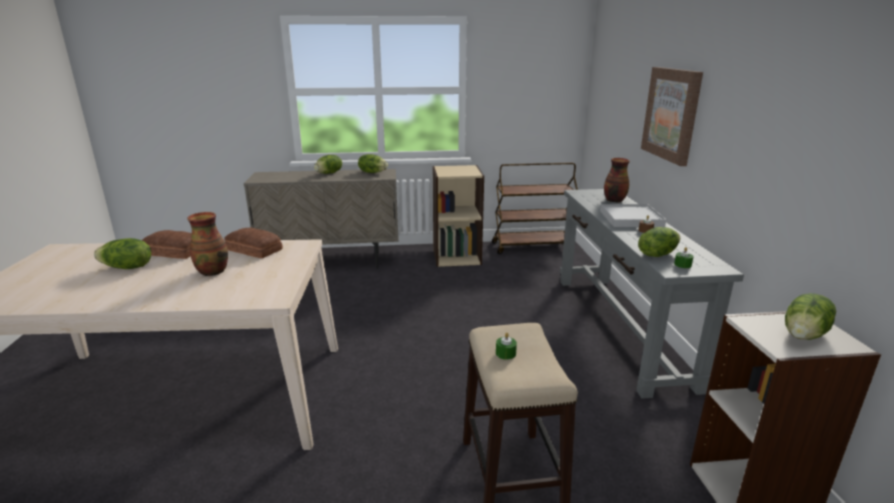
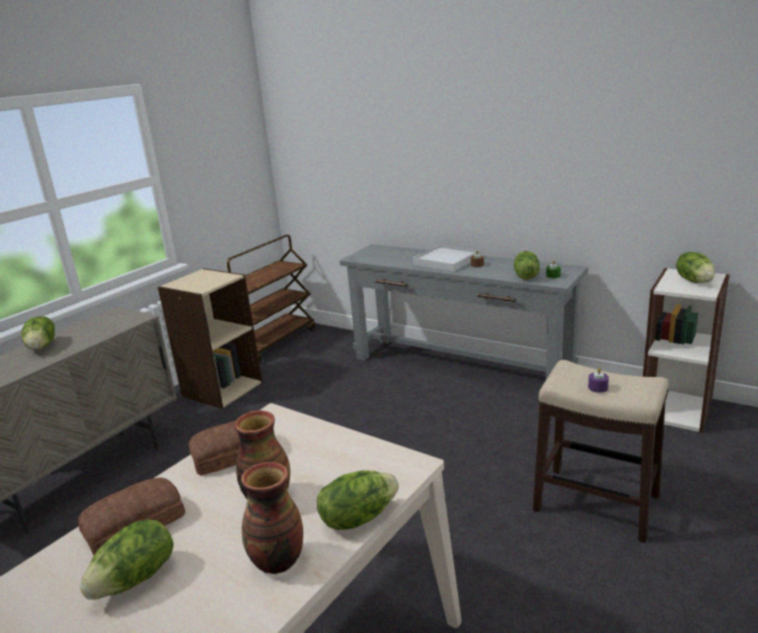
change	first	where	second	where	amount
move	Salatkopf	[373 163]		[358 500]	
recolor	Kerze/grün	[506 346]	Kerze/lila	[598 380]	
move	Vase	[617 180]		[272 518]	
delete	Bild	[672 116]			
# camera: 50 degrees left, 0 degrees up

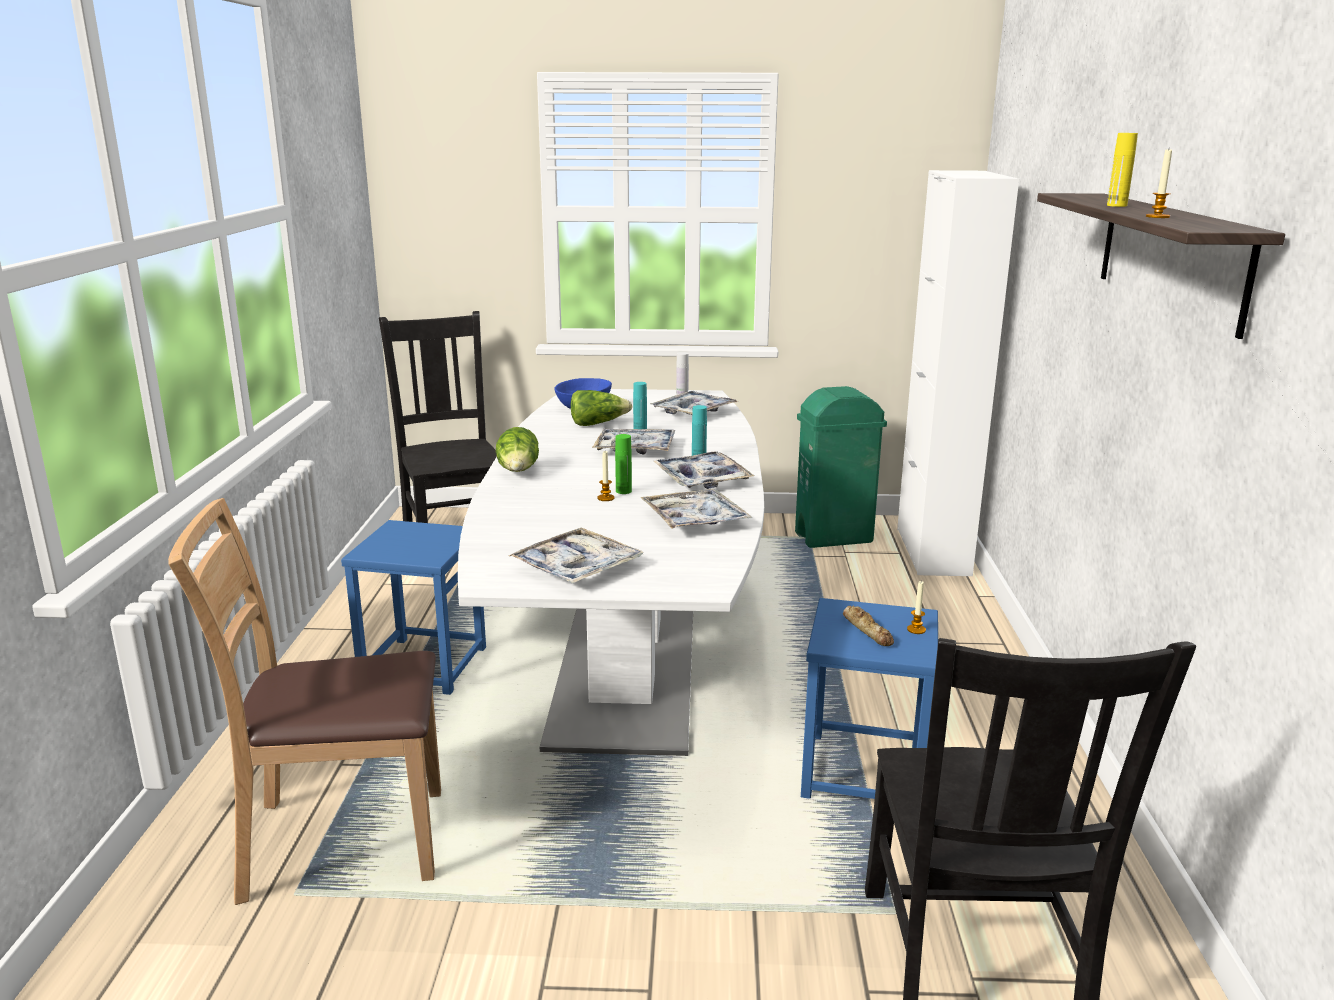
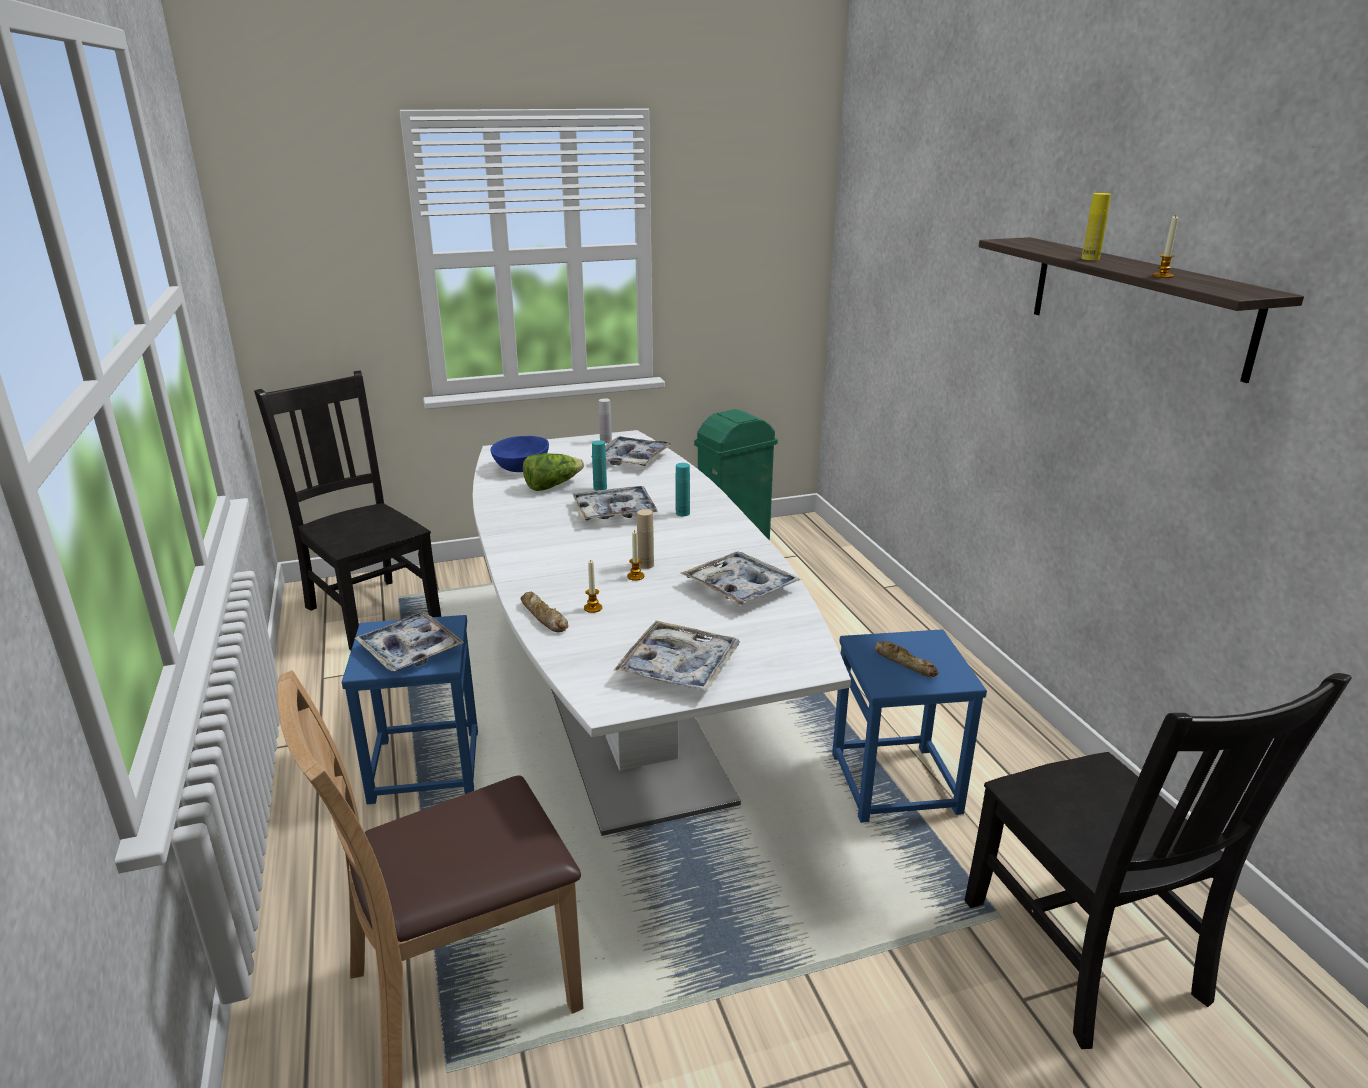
change	first	where	second	where	amount
delete	Salatkopf	[517 449]			
recolor	Flasche/grün	[623 464]	Flasche/beige	[645 539]	
move	Tablett	[703 470]		[409 641]	
delete	Schrank/weiß	[958 373]			
move	Kerze	[916 607]		[593 586]	
insert			Brot	[544 612]	
# camera: 20 degrees left, 5 degrees up

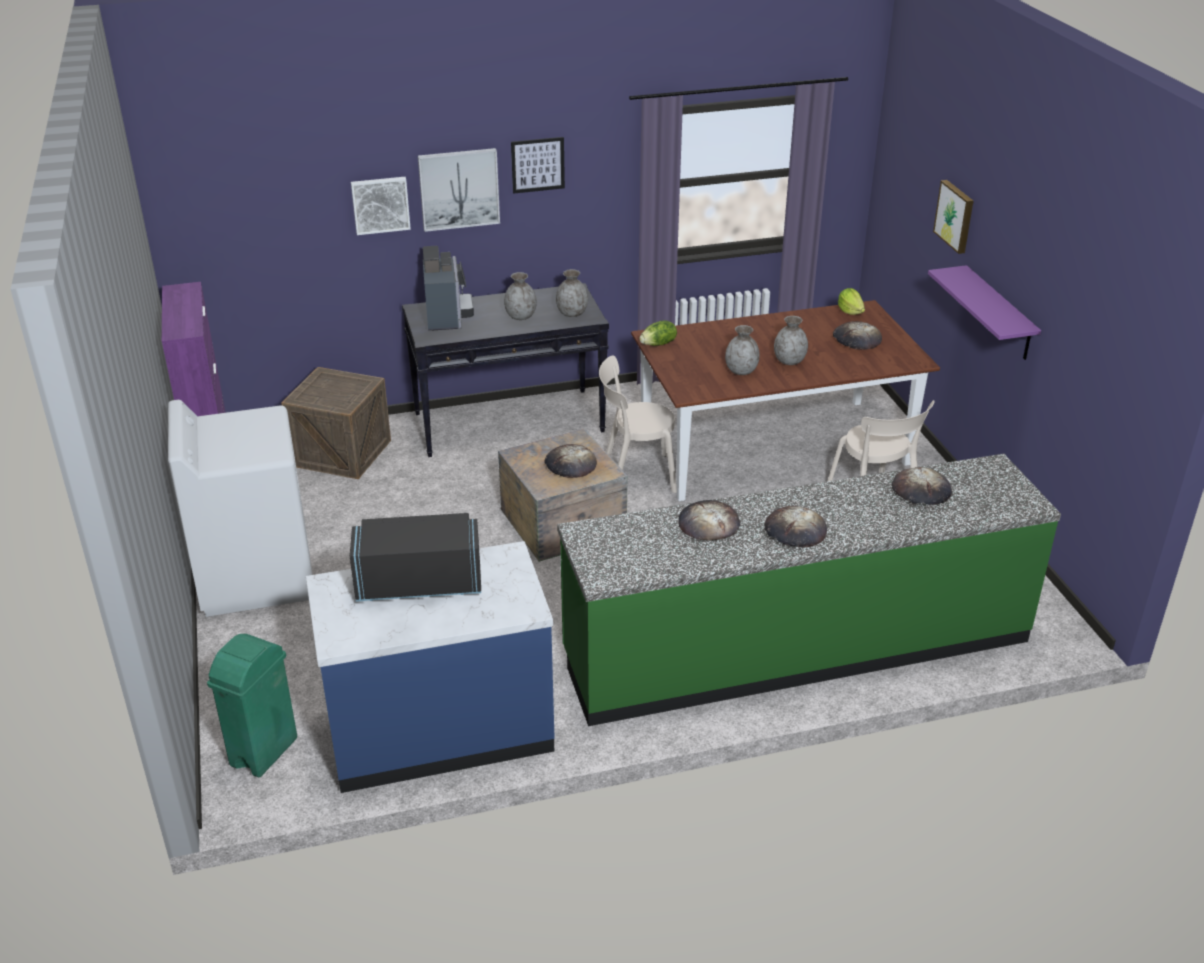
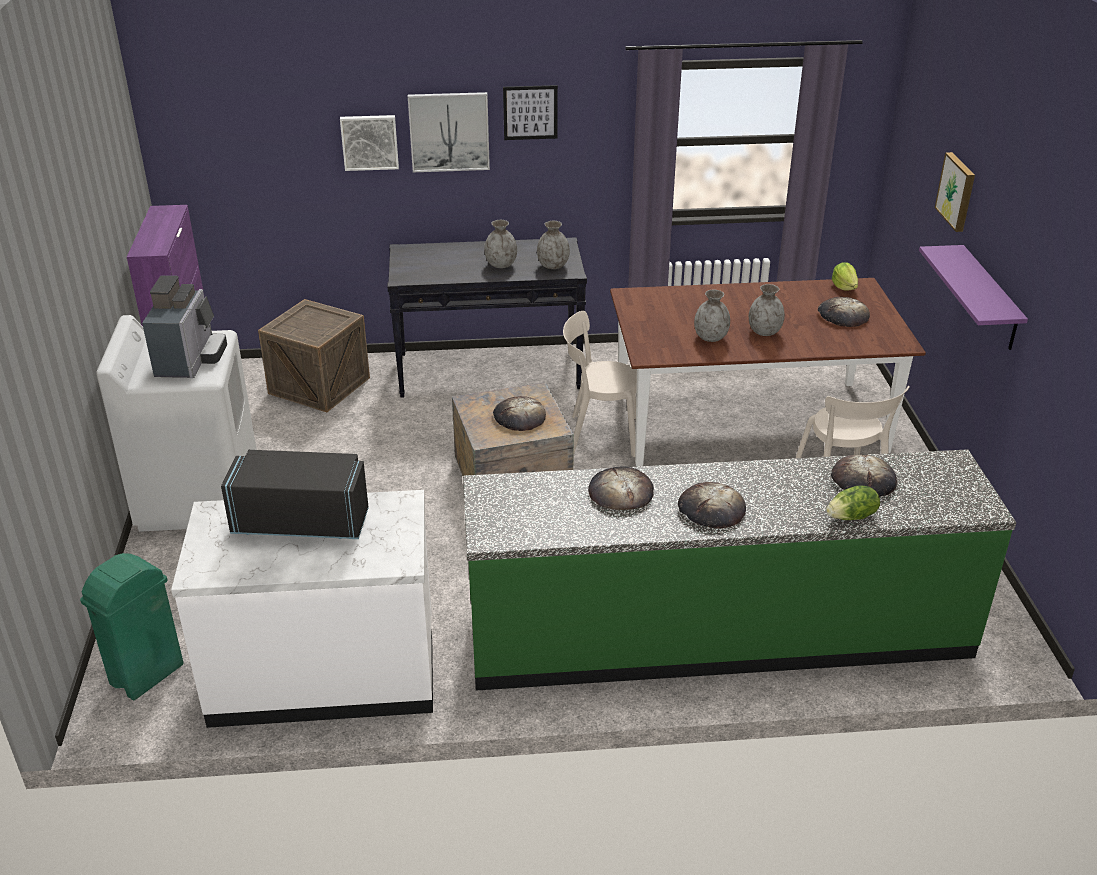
change	first	where	second	where	amount
recolor	Küchenzeile/blau	[430 667]	Küchenzeile/weiß	[302 609]	
move	Kaffeemaschine	[448 288]		[184 326]	
move	Salatkopf	[658 333]		[853 502]	
# camera: 10 degrees right, 0 degrees up

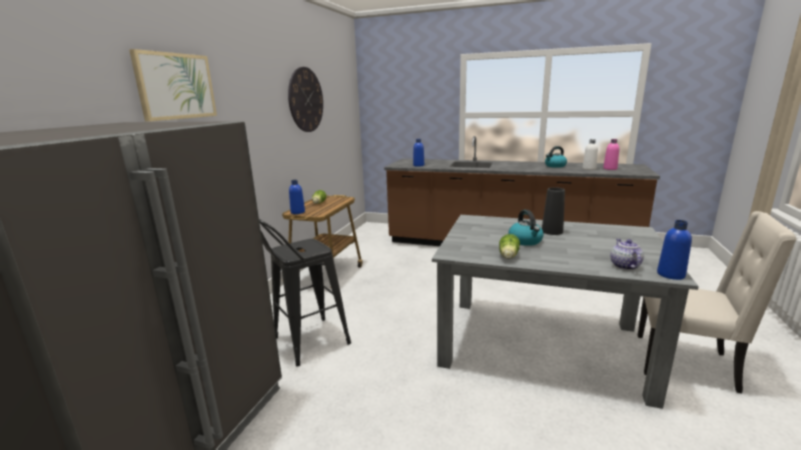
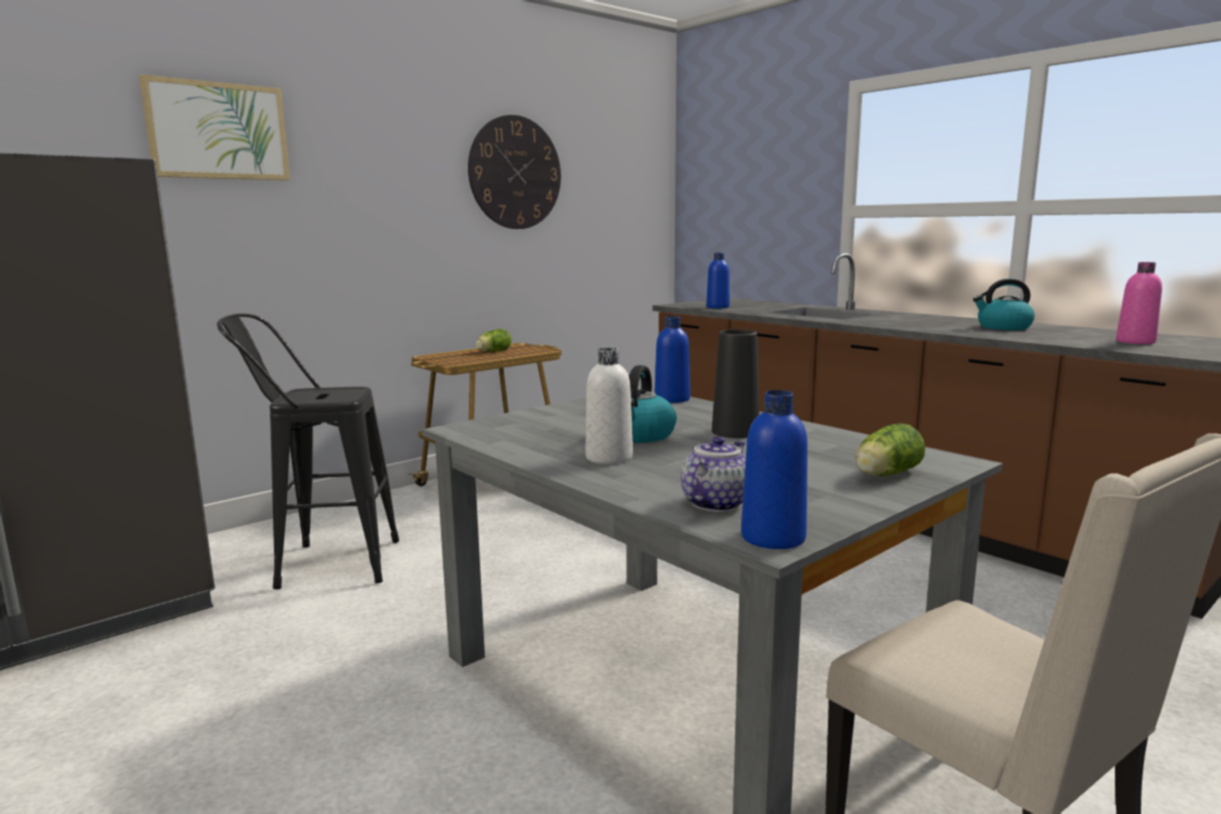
change	first	where	second	where	amount
move	Flasche/blau	[297 197]		[672 359]	
move	Salatkopf	[509 246]		[890 449]	
move	Flasche/weiß	[590 154]		[609 406]	
# camera: 30 degrees right, 5 degrees down

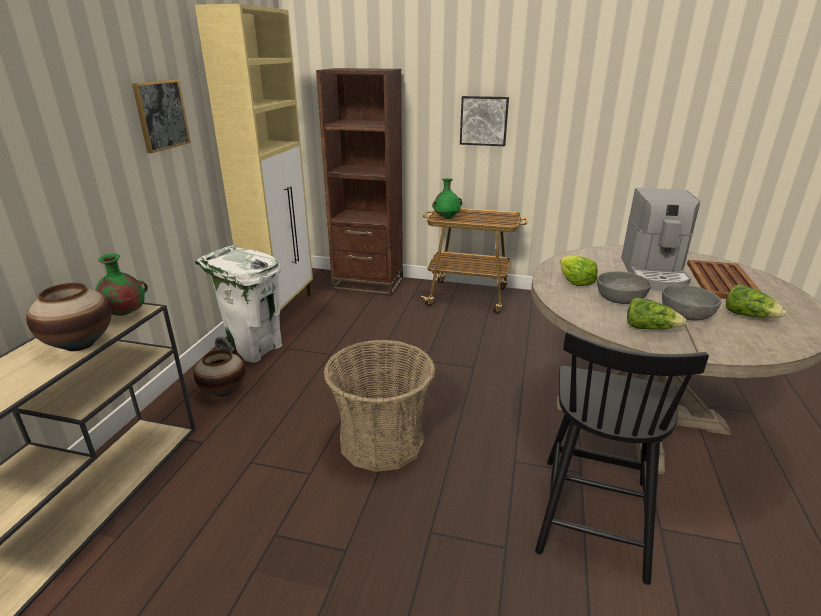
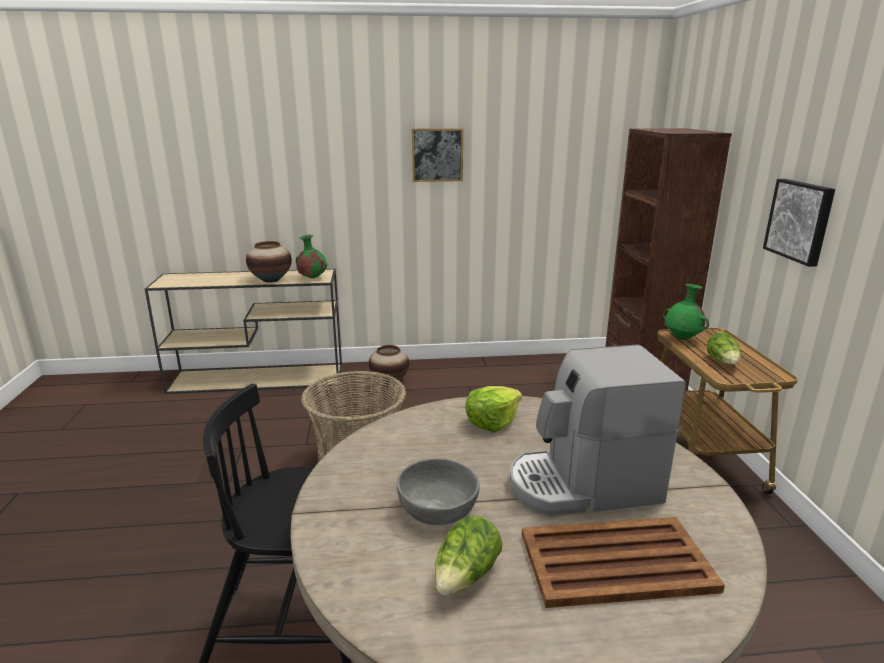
change	first	where	second	where	amount
delete	Schrank/beige	[254 157]			
delete	Mülleimer/weiß	[238 304]			
delete	Schüssel/grau	[624 288]			
move	Salatkopf	[656 313]		[724 348]	
# camera: 70 degrees right, 5 degrees down

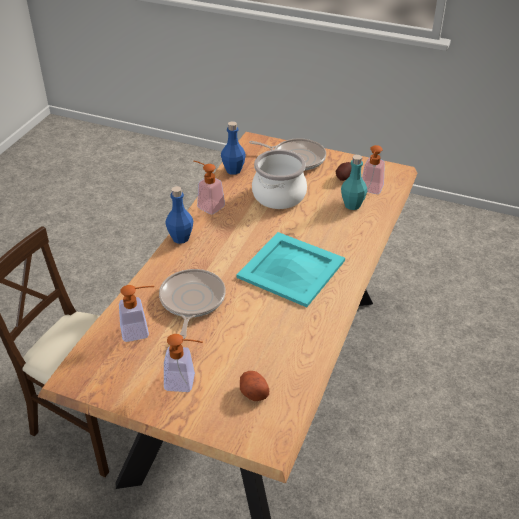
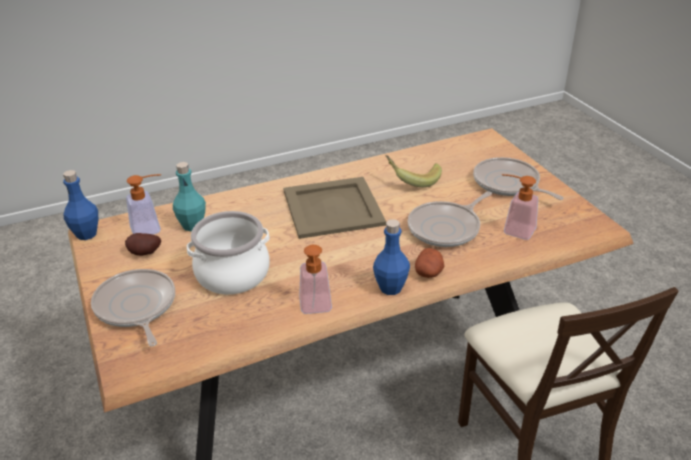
change	first	where	second	where	amount
replace	Seifenspender	[183 363]	Pfanne	[518 178]	
move	Flasche/blau	[233 148]		[81 205]	
recolor	Tablett/türkis	[291 269]	Tablett/beige	[334 208]	
move	Kartoffel	[254 386]		[429 263]	
insert			Banane	[413 171]	
# camera: 135 degrees left, 5 degrees down

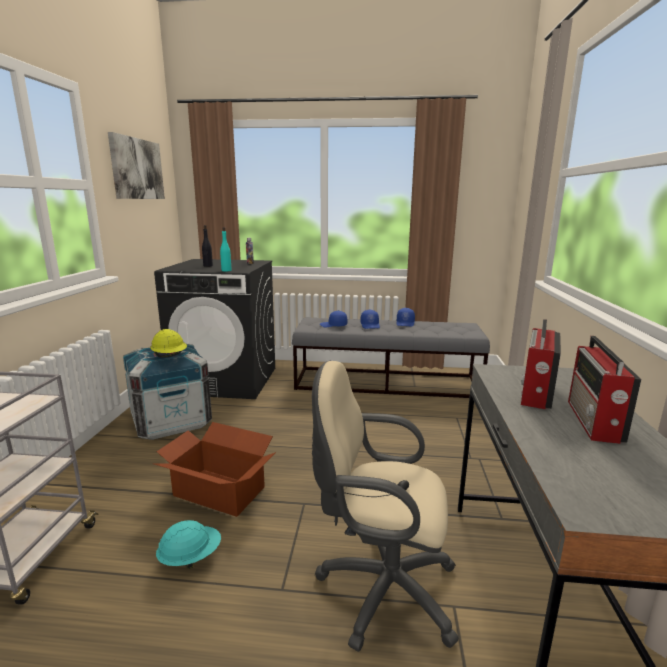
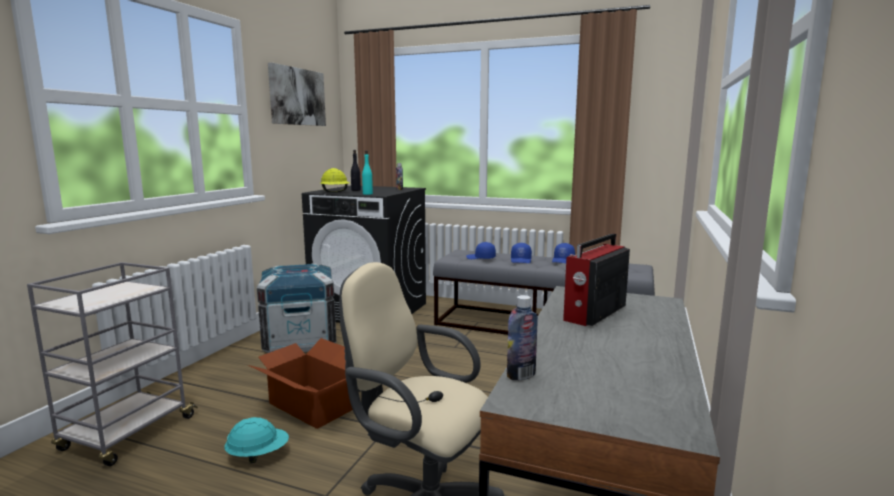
change	first	where	second	where	amount
move	Schutzhelm/gelb	[168 343]		[334 180]	
delete	Radio	[604 390]			
insert			Flasche	[522 337]	
# camera: 15 degrees right, 5 degrees down

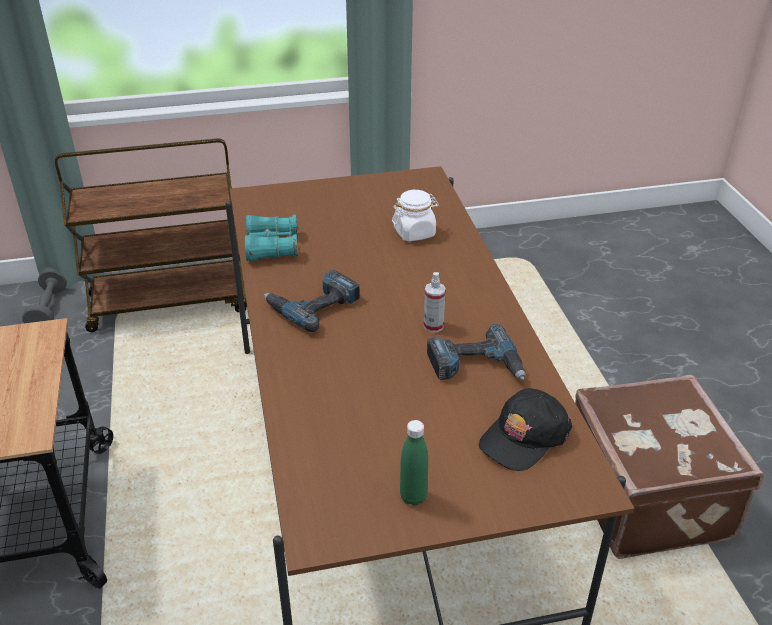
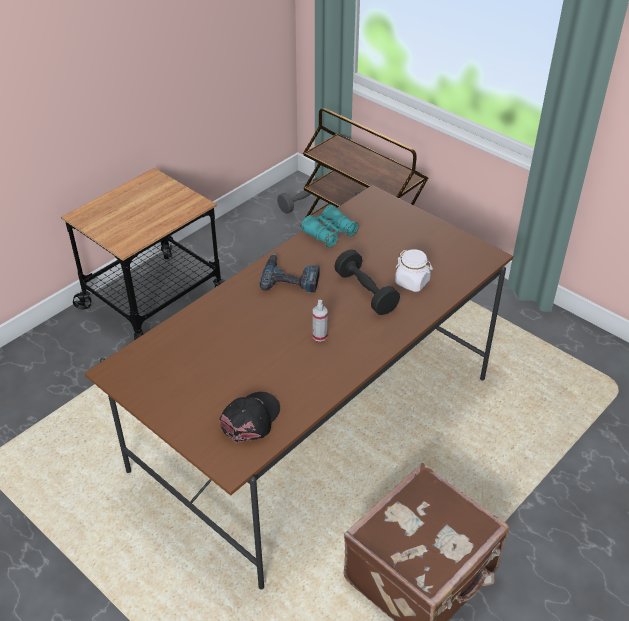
change	first	where	second	where	amount
delete	Flasche/grün	[414 463]			
delete	Bohrmaschine	[476 352]			
rotate	Kappe/schwarz	[525 429]		[249 417]	105 degrees clockwise
insert			Hantel/schwarz	[367 282]	
# camera: 55 degrees right, 5 degrees up

